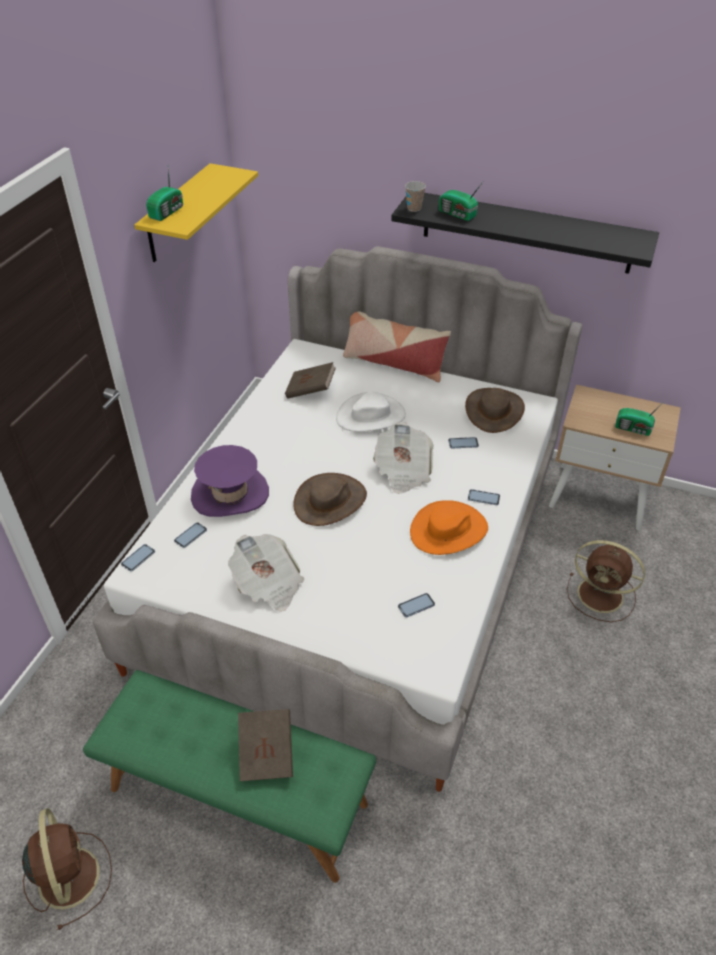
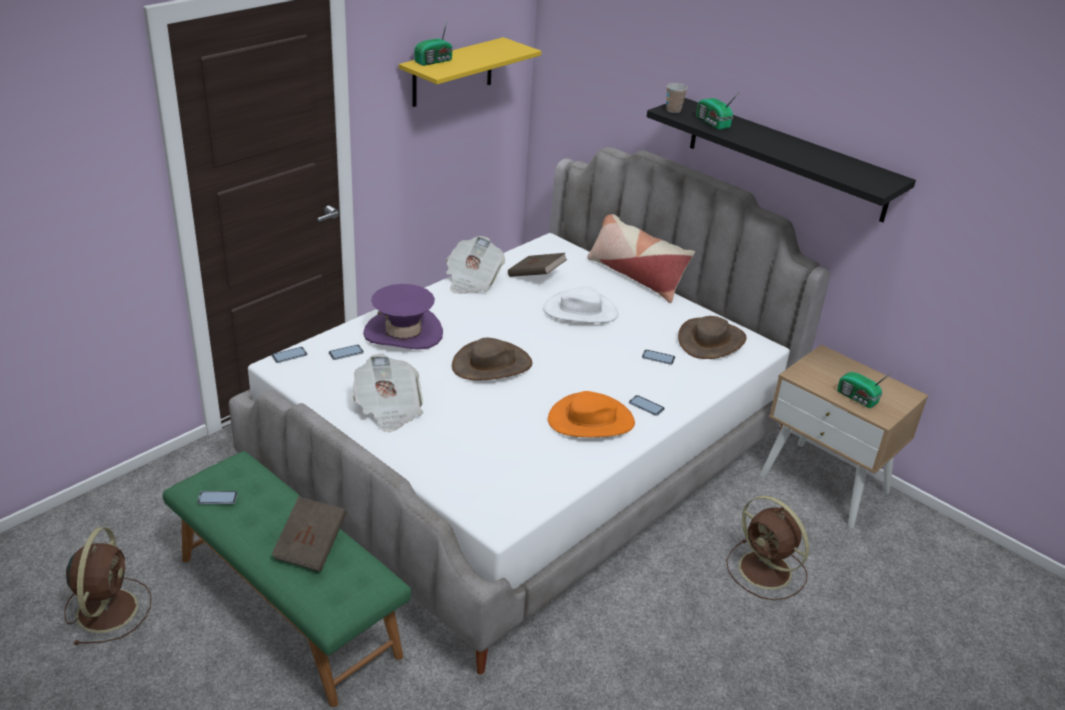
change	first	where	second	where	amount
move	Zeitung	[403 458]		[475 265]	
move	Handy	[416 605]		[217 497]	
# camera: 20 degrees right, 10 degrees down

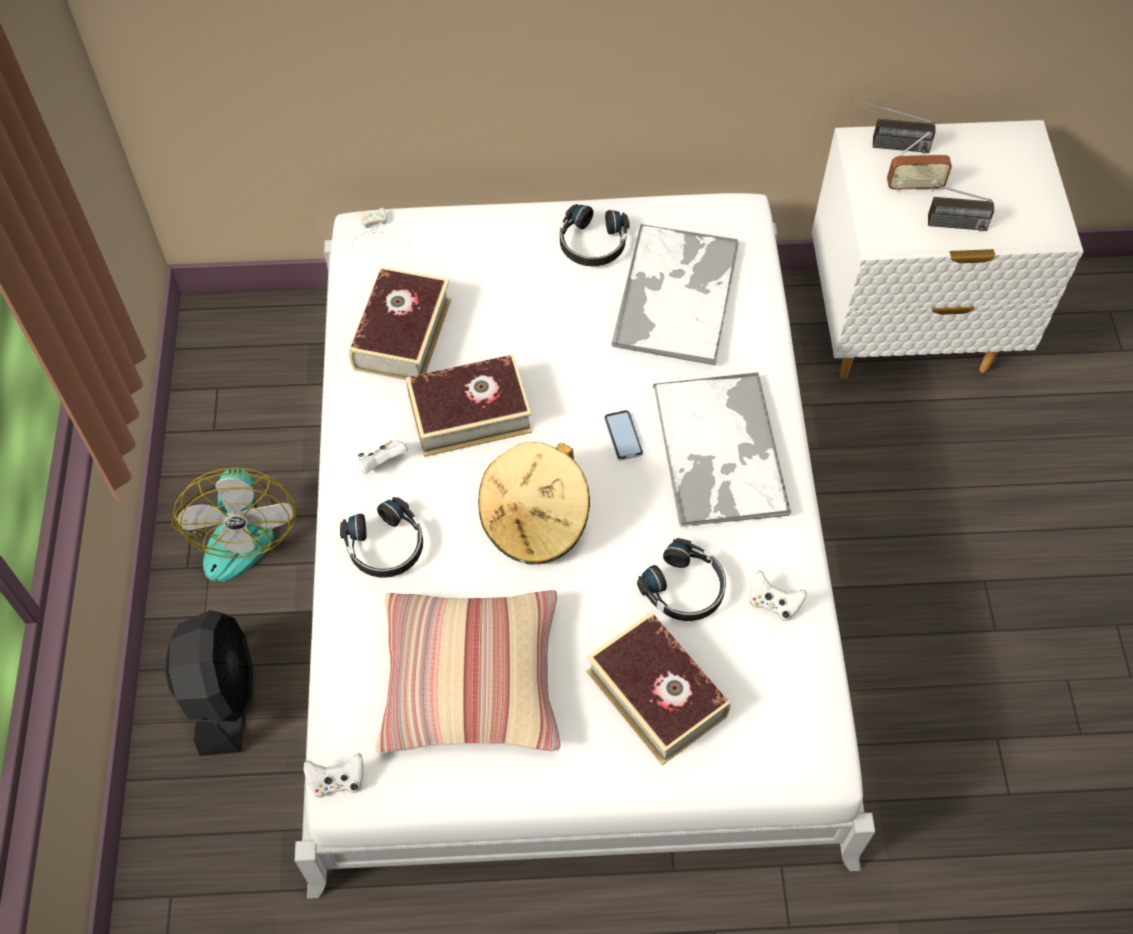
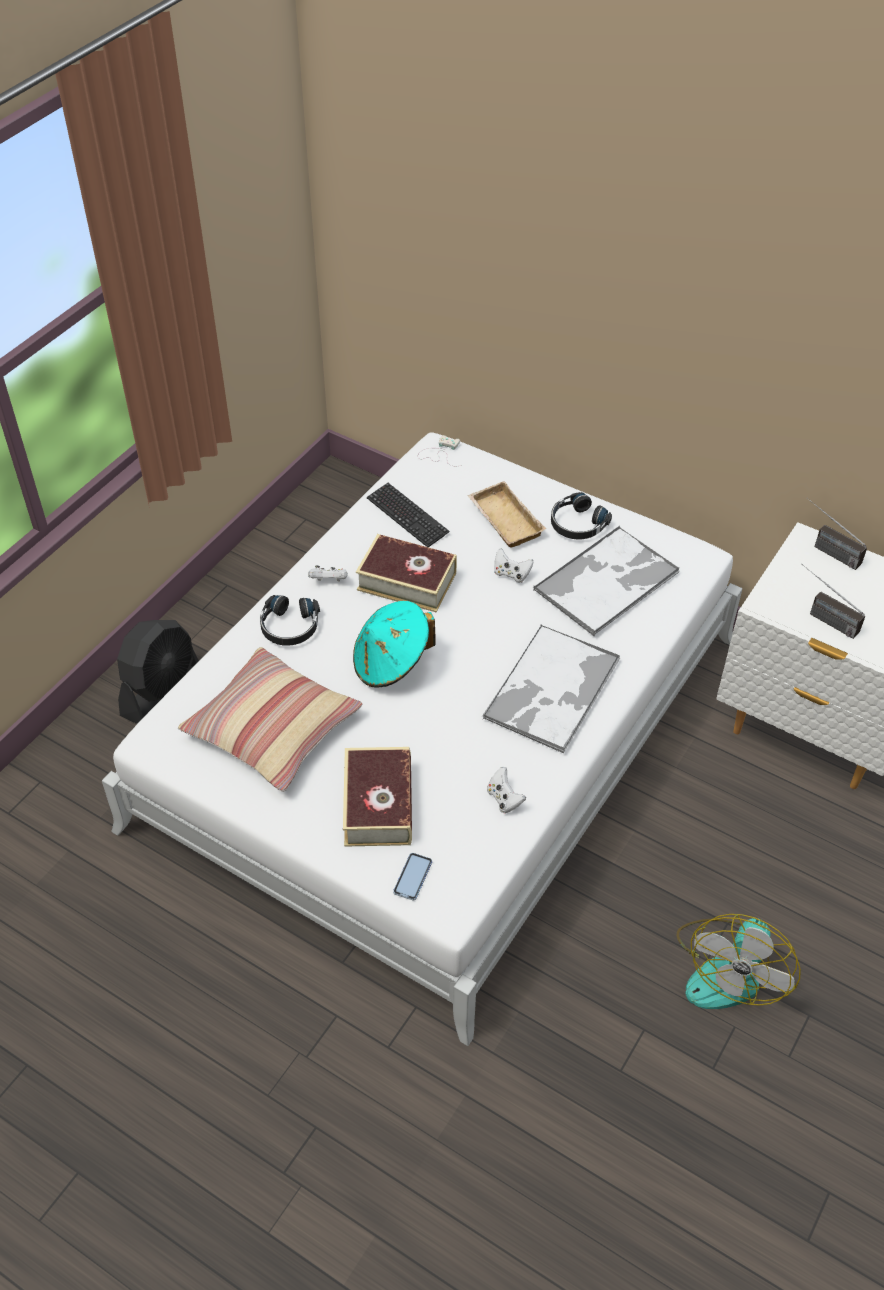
change	first	where	second	where	amount
move	Ventilator	[234 524]		[739 961]	
move	Gamepad/weiß	[333 775]		[514 565]	
replace	Buch	[400 323]	Tastatur	[408 515]	
recolor	Hut/beige	[534 503]	Hut/türkis	[394 644]	
move	Handy	[623 435]		[412 876]	
delete	Kopfhörer/schwarz	[681 579]			
delete	Radio	[919 162]			
insert			Tablett/beige	[507 514]	
# camera: 35 degrees right, 10 degrees down

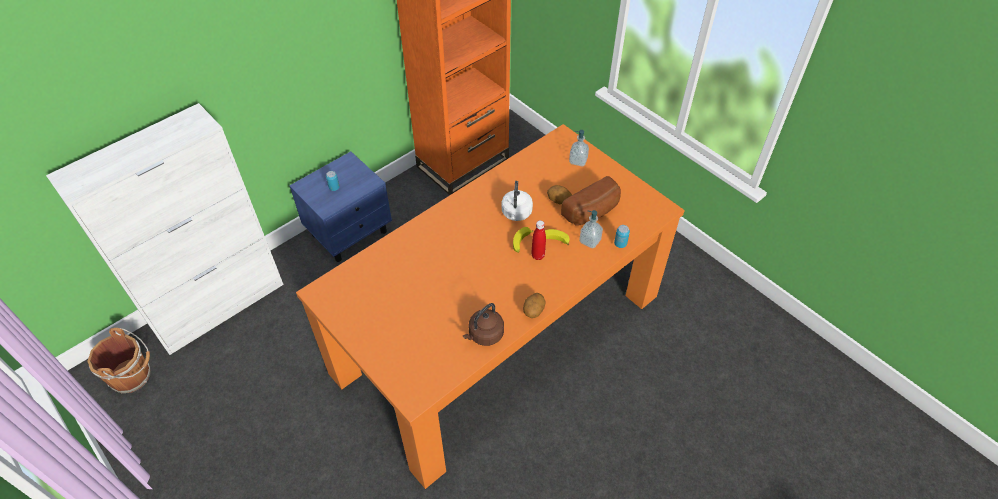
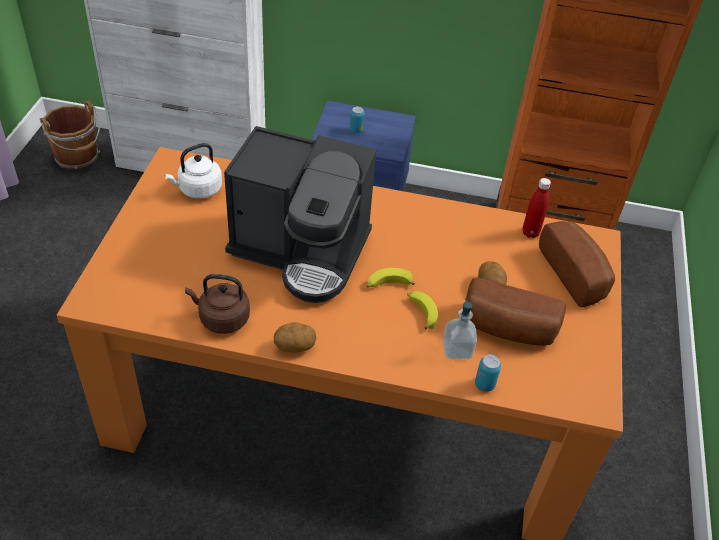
change	first	where	second	where	amount
move	Wasserkessel/weiß	[517 201]		[193 170]	
move	Flasche/rot	[538 240]		[536 208]	
replace	Seifenspender	[579 148]	Brot	[577 264]	
insert			Kaffeemaschine	[300 214]	
# camera: 50 degrees right, 5 degrees down

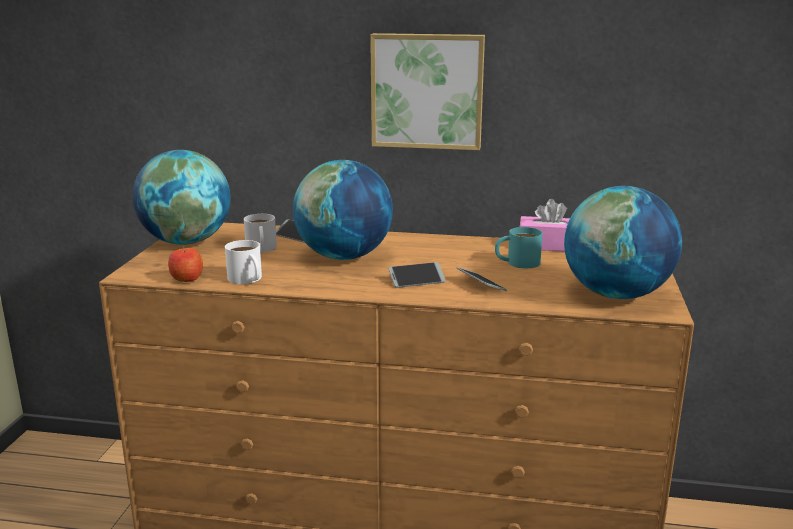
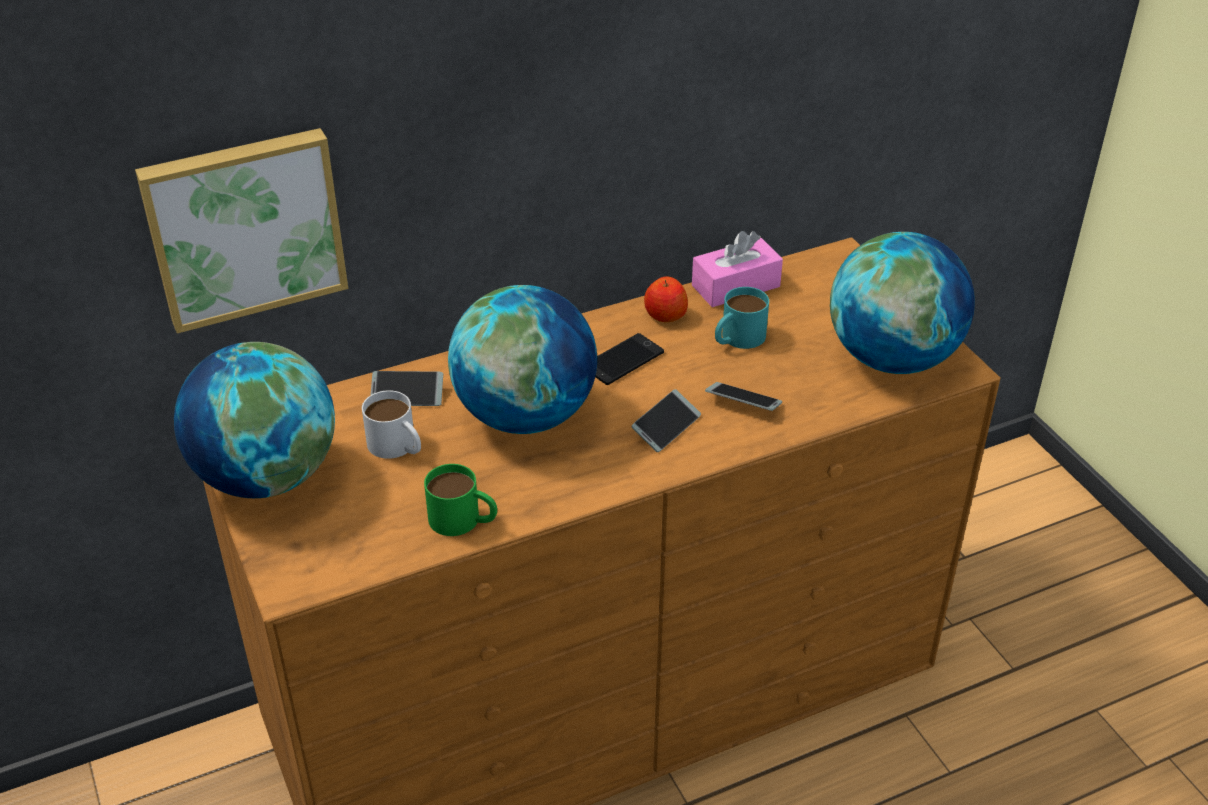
change	first	where	second	where	amount
move	Apfel	[185 265]		[666 299]	
recolor	Henkelbecher/weiß	[243 262]	Henkelbecher/grün	[460 500]	
move	Bild	[427 91]		[241 231]	
insert			Handy	[629 359]	
# camera: 35 degrees left, 20 degrees up

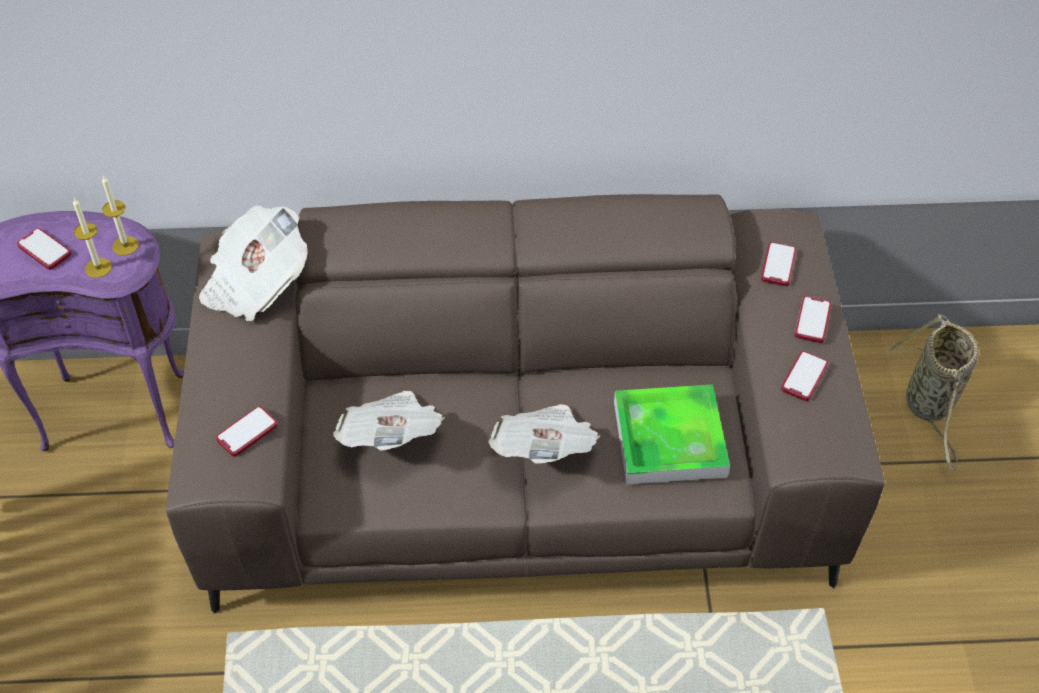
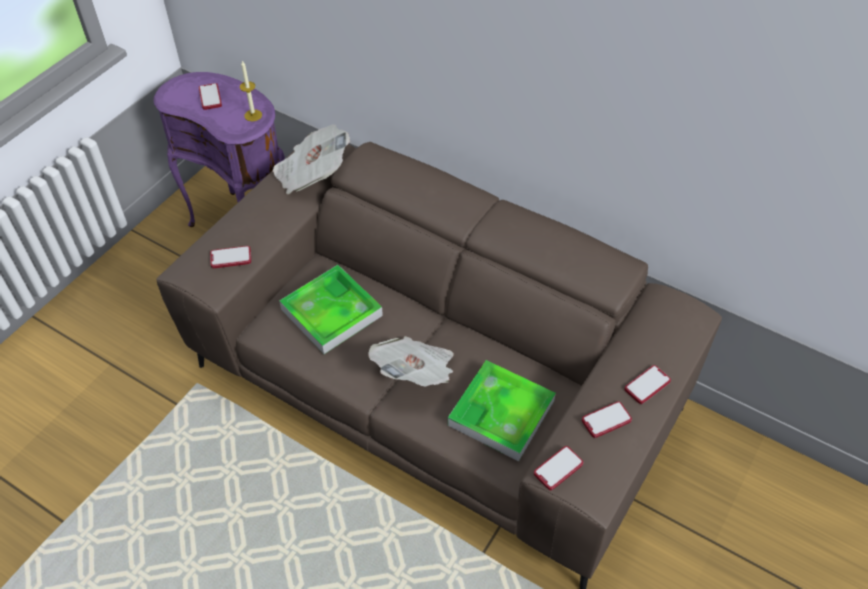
change	first	where	second	where	amount
delete	Kerze	[92 238]			
replace	Zeitung	[389 421]	Tablett	[331 309]	
move	Handy	[778 264]		[558 468]	
delete	Korb	[932 392]			
# camera: 35 degrees right, 0 degrees up

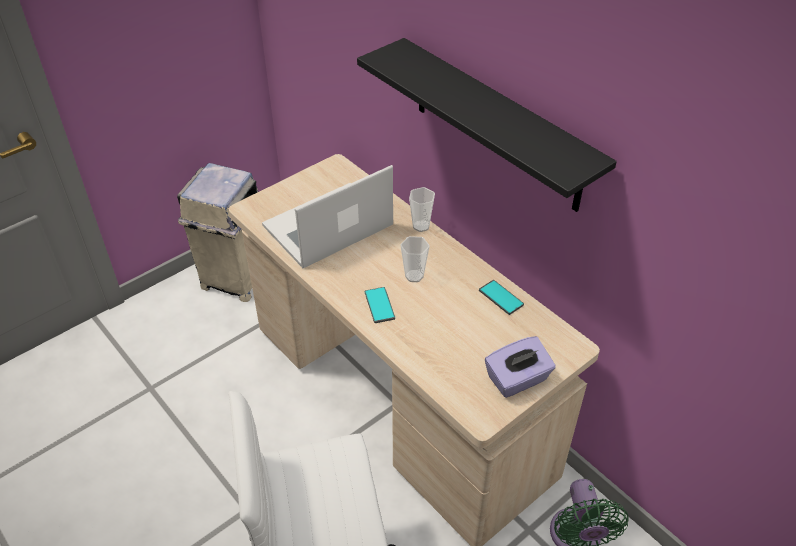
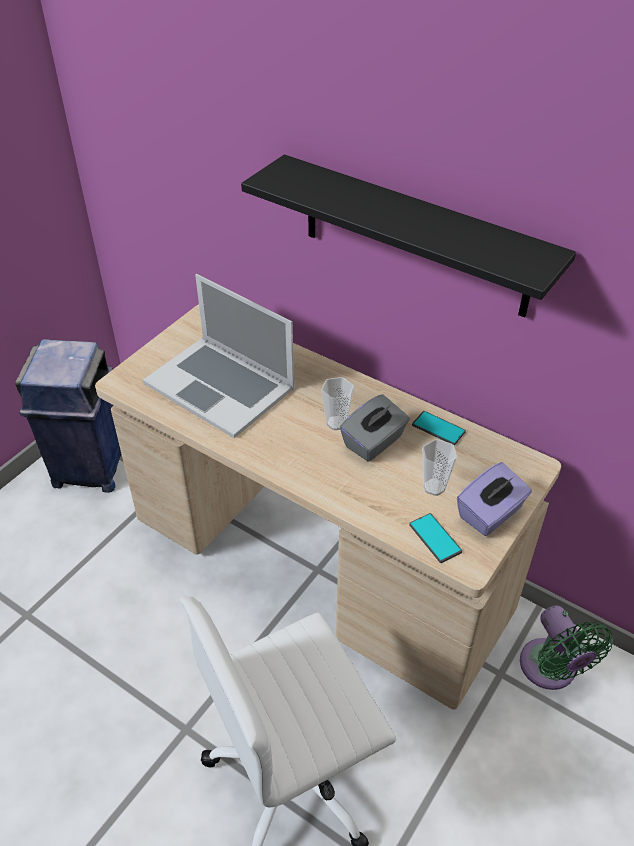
change	first	where	second	where	amount
recolor	Mülleimer/beige	[217 232]	Mülleimer/blau	[68 416]	
rotate	Laptop	[327 216]		[218 356]	90 degrees counterclockwise
move	Handy	[380 305]		[435 538]	
move	Tasse	[422 209]		[439 467]	
insert			Taschentuchbox/grau	[375 428]	
# camera: 15 degrees left, 0 degrees up

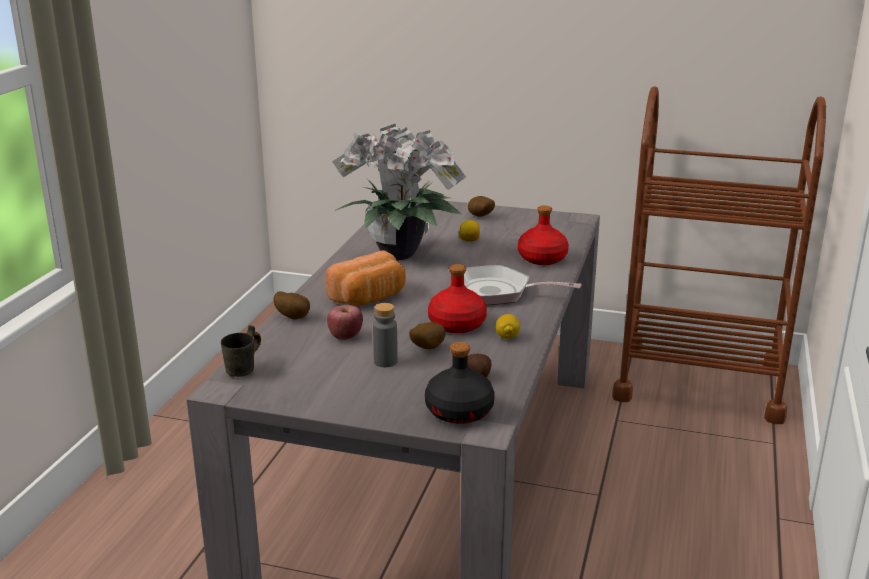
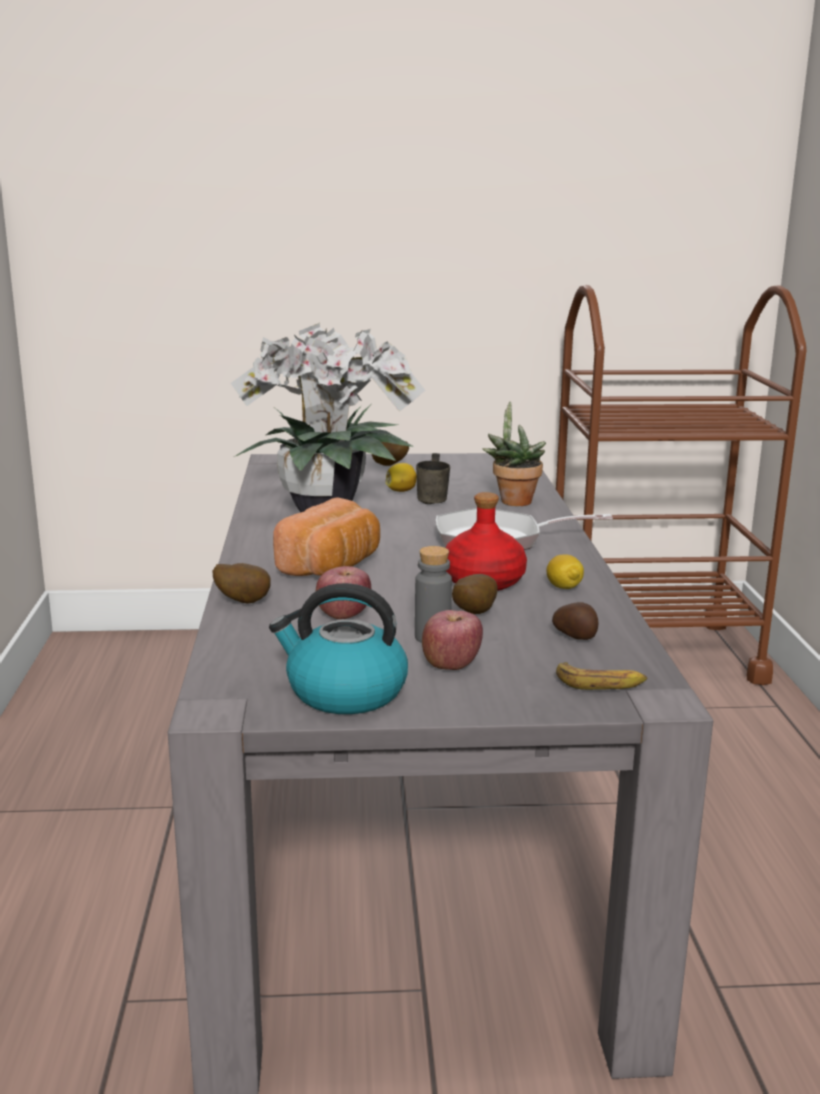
change	first	where	second	where	amount
move	Henkelbecher/grau	[241 351]		[433 478]	
replace	Flasche/schwarz	[460 383]	Banane	[601 676]	
replace	Flasche/rot	[543 235]	Topfpflanze	[514 453]	
insert			Wasserkessel	[338 648]	
insert			Apfel	[452 640]	
# camera: 20 degrees left, 5 degrees down

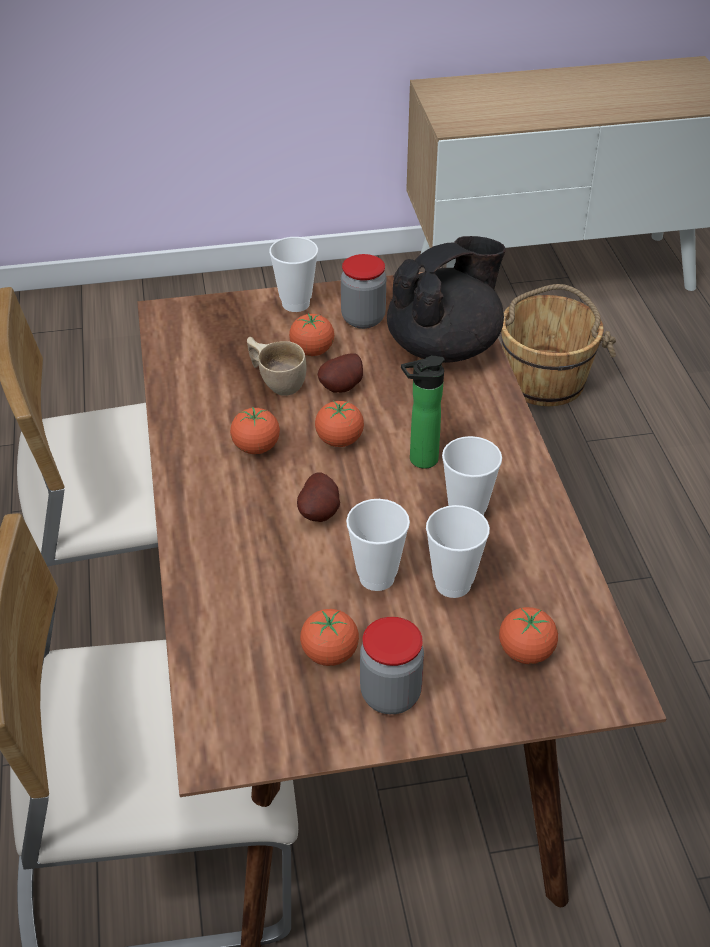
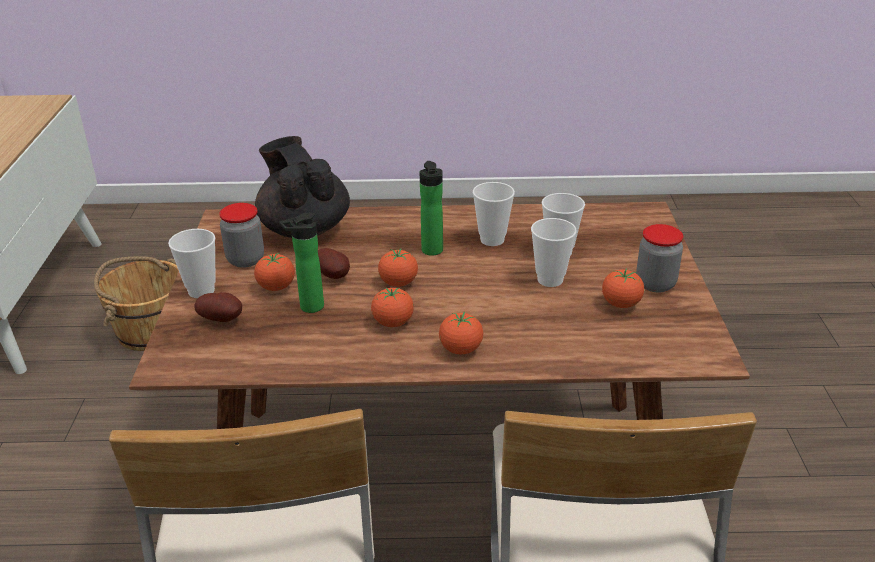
change	first	where	second	where	amount
replace	Tasse/beige	[276 366]	Flasche	[301 263]	
move	Kartoffel	[318 497]		[218 307]	
move	Tomate	[528 635]		[461 332]	
# camera: 80 degrees left, 10 degrees down

